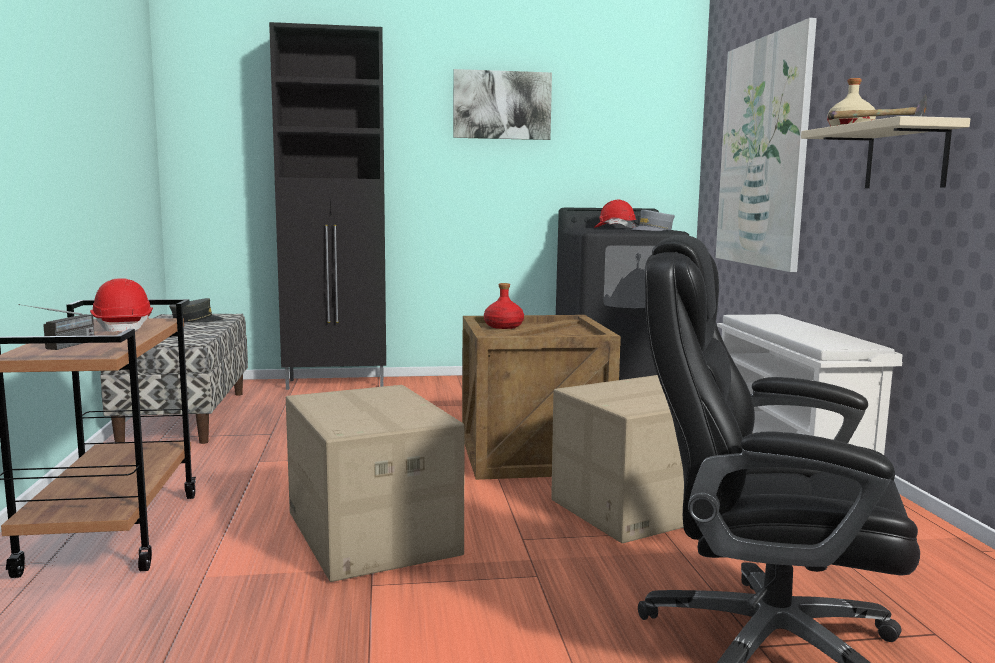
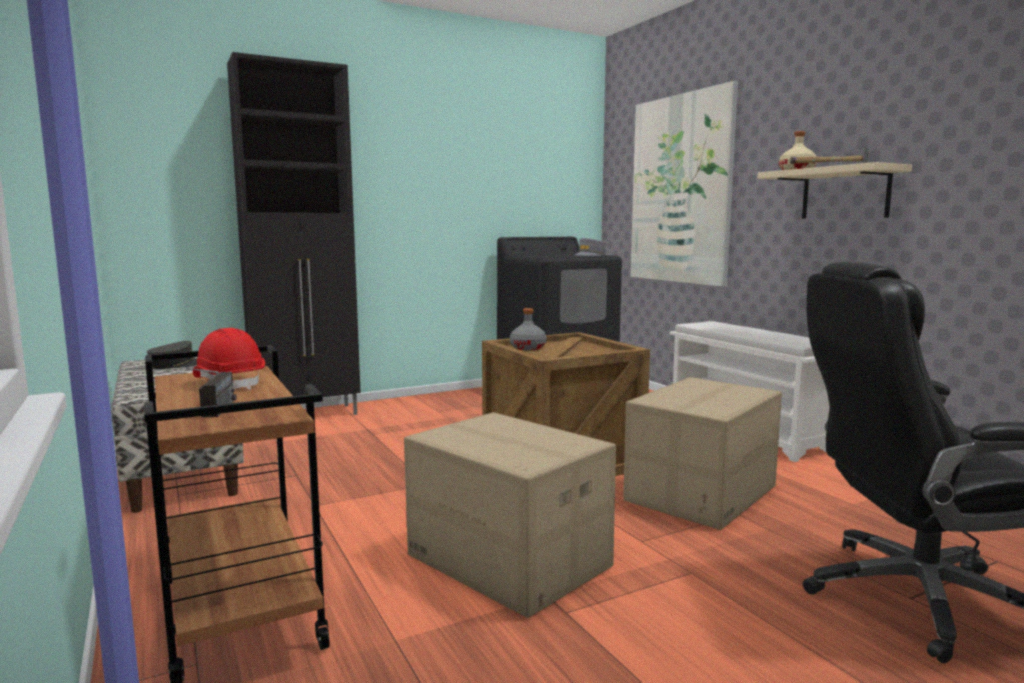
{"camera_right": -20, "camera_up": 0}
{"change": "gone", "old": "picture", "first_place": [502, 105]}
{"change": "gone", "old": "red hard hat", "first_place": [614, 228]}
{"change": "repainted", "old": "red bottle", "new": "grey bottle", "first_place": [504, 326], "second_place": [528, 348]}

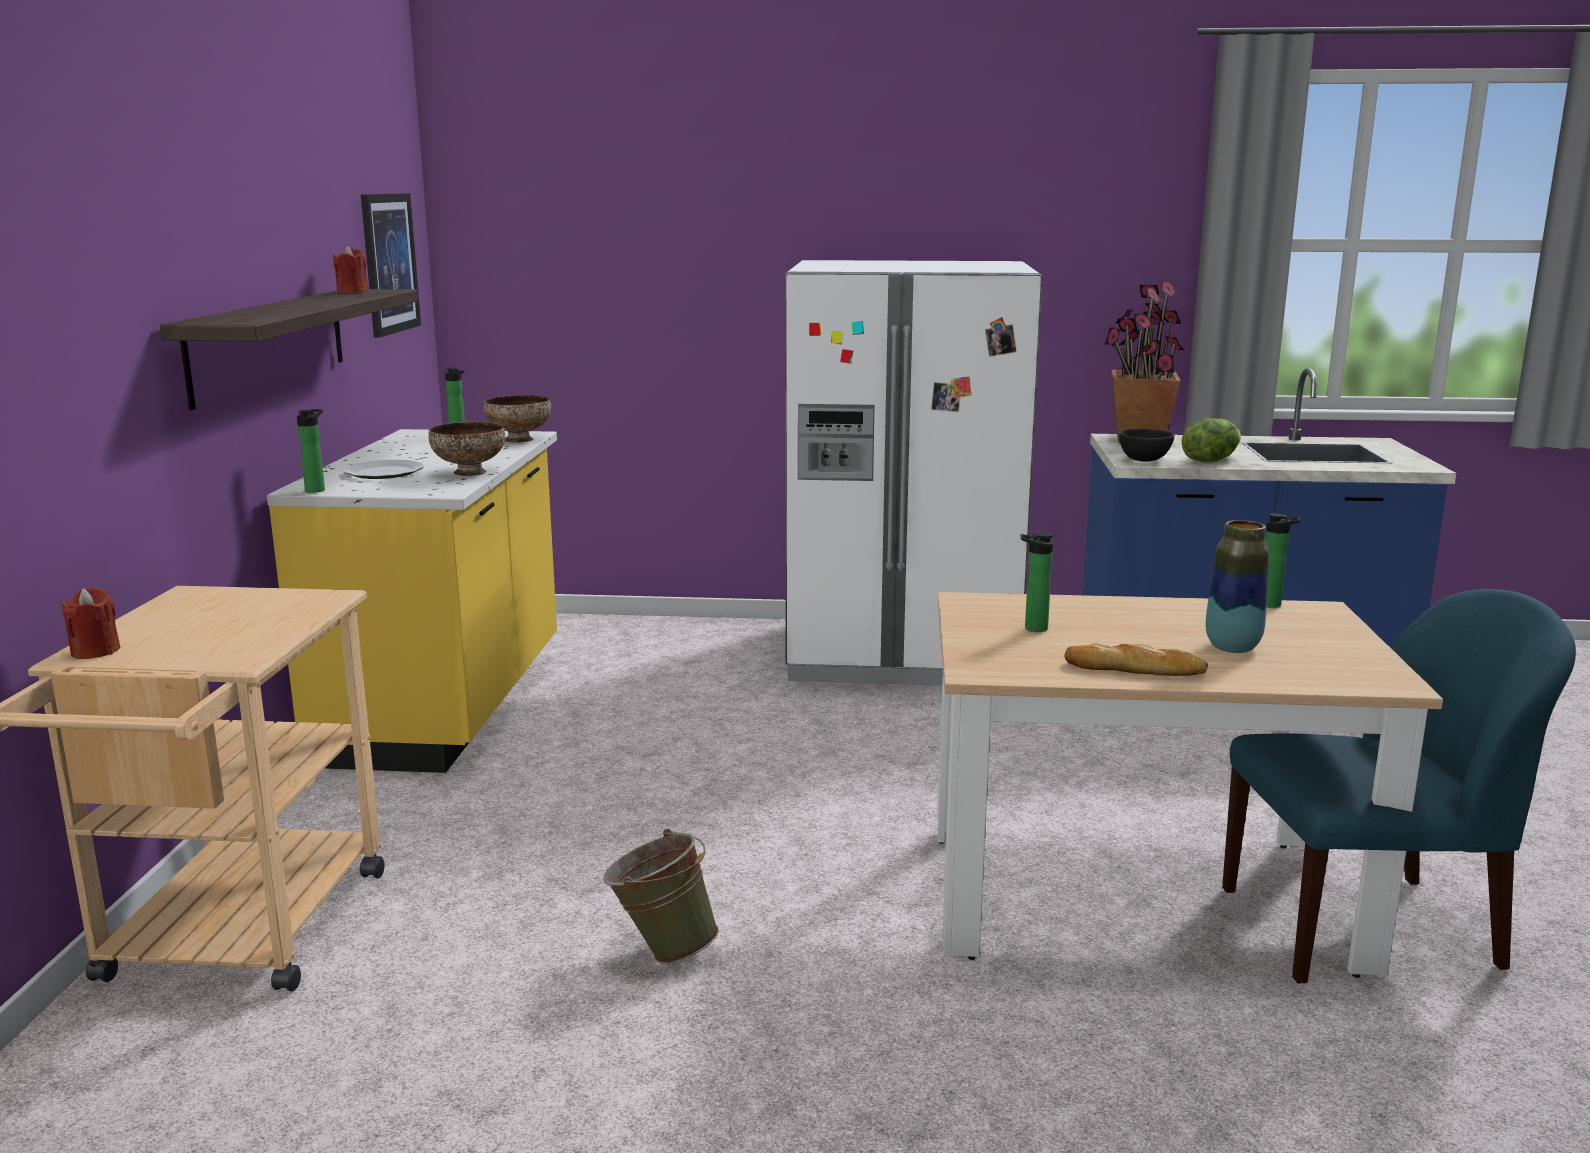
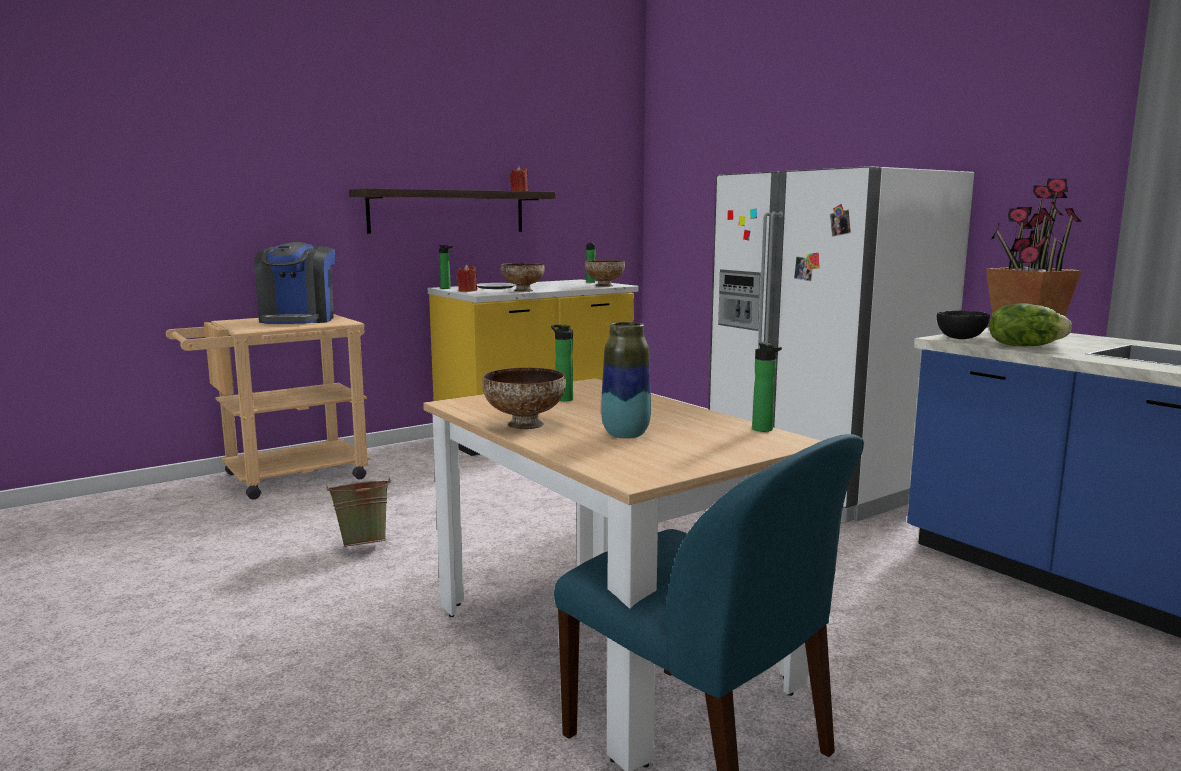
{"camera_right": 50, "camera_up": -5}
{"change": "gone", "old": "picture", "first_place": [389, 263]}
{"change": "shifted", "old": "red candle", "first_place": [95, 651], "second_place": [467, 291]}
{"change": "swapped", "old": "bread", "new": "bowl", "first_place": [1135, 669], "second_place": [524, 424]}
{"change": "new", "new": "coffee machine", "second_place": [299, 320]}

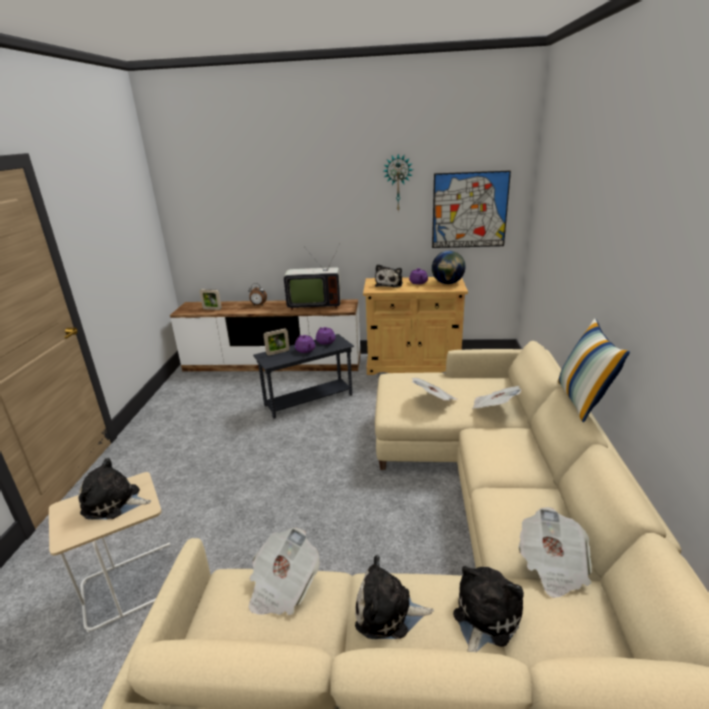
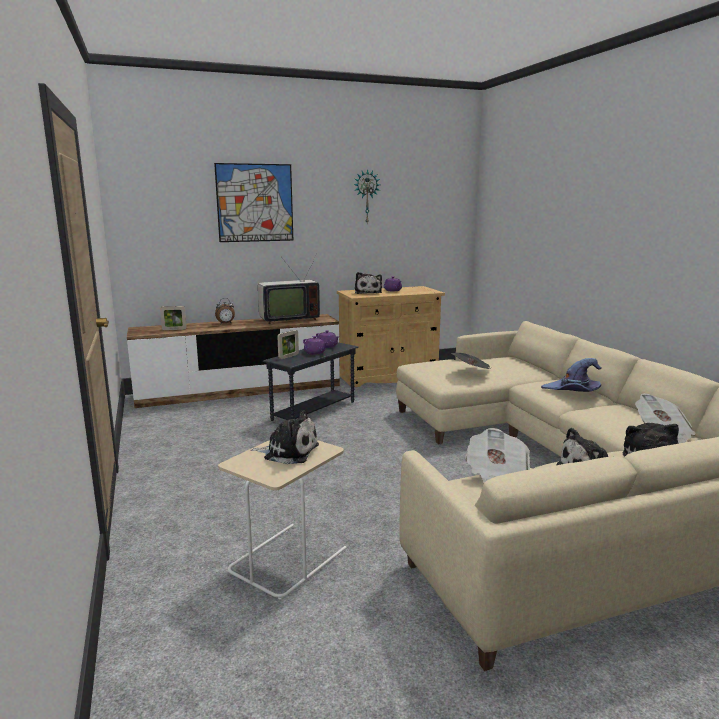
{"camera_right": -25, "camera_up": -10}
{"change": "shifted", "old": "picture", "first_place": [469, 210], "second_place": [255, 203]}
{"change": "gone", "old": "globe", "first_place": [447, 283]}
{"change": "gone", "old": "pillow", "first_place": [582, 401]}
{"change": "gone", "old": "newspaper", "first_place": [493, 408]}
{"change": "rotated", "old": "plush toy", "first_place": [114, 503], "second_place": [288, 452], "degrees": -150}
{"change": "new", "new": "purple hat", "second_place": [572, 392]}

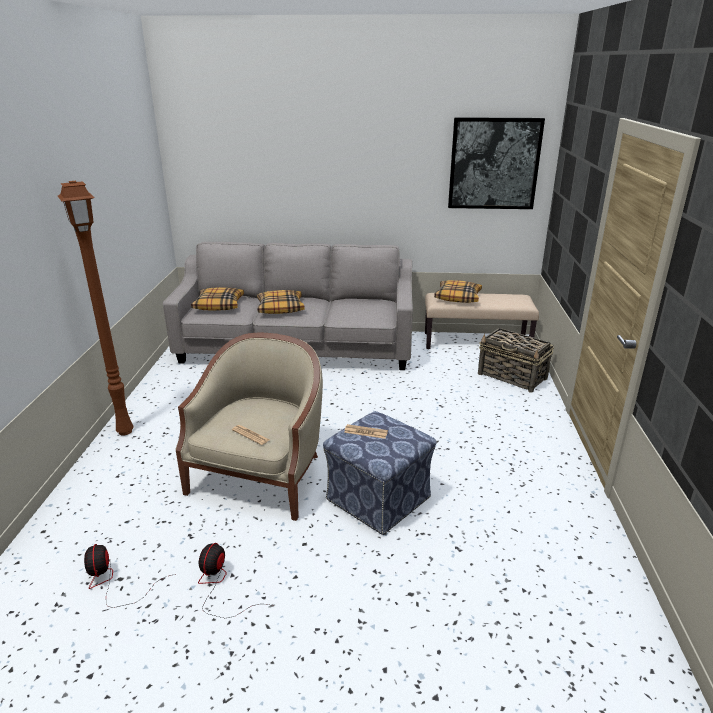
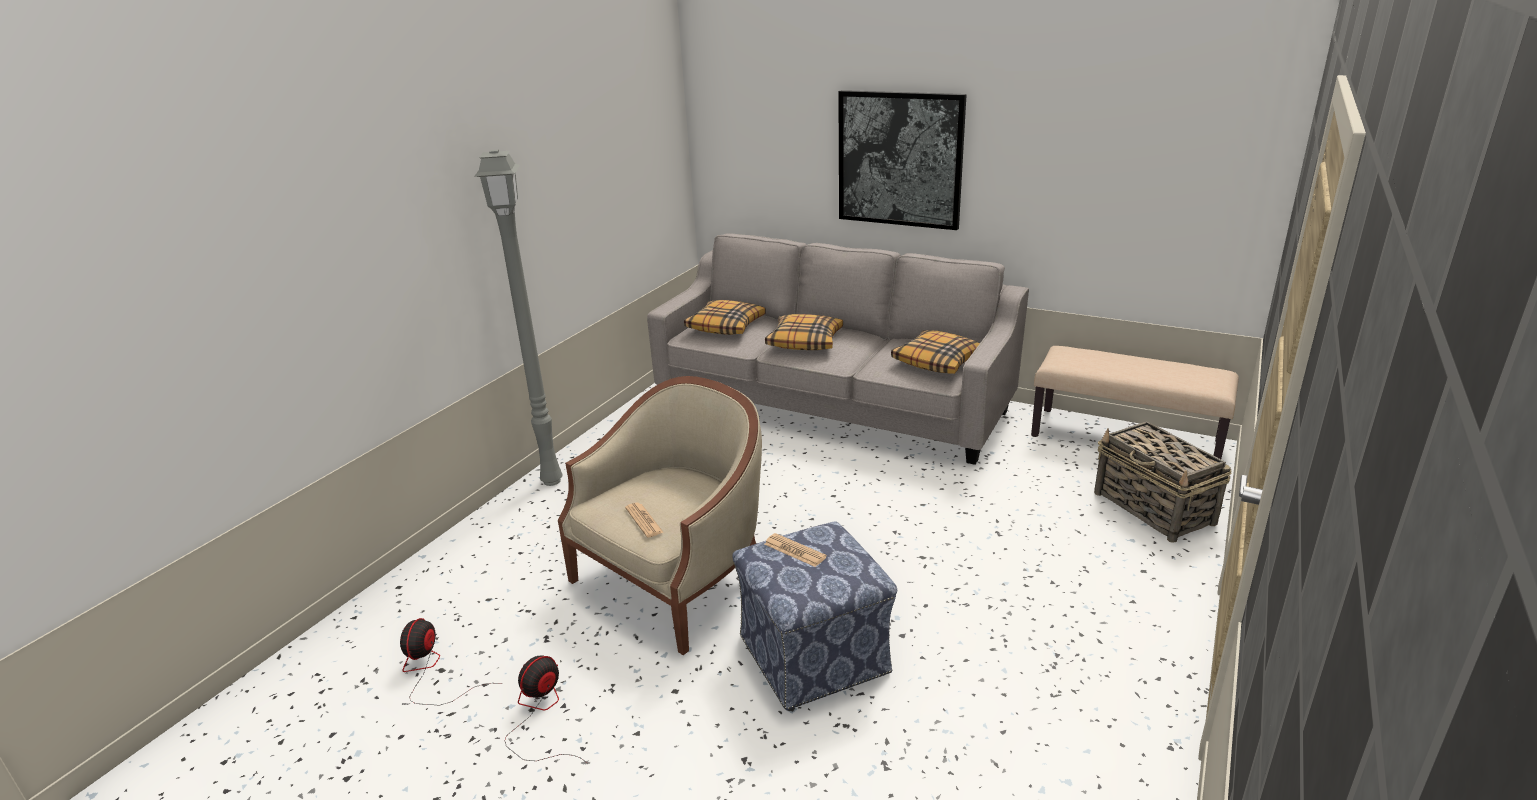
{"camera_right": 25, "camera_up": 0}
{"change": "shifted", "old": "picture", "first_place": [494, 164], "second_place": [900, 159]}
{"change": "repainted", "old": "brown floor lamp", "new": "grey floor lamp", "first_place": [126, 431], "second_place": [553, 480]}
{"change": "shifted", "old": "pillow", "first_place": [458, 297], "second_place": [938, 361]}

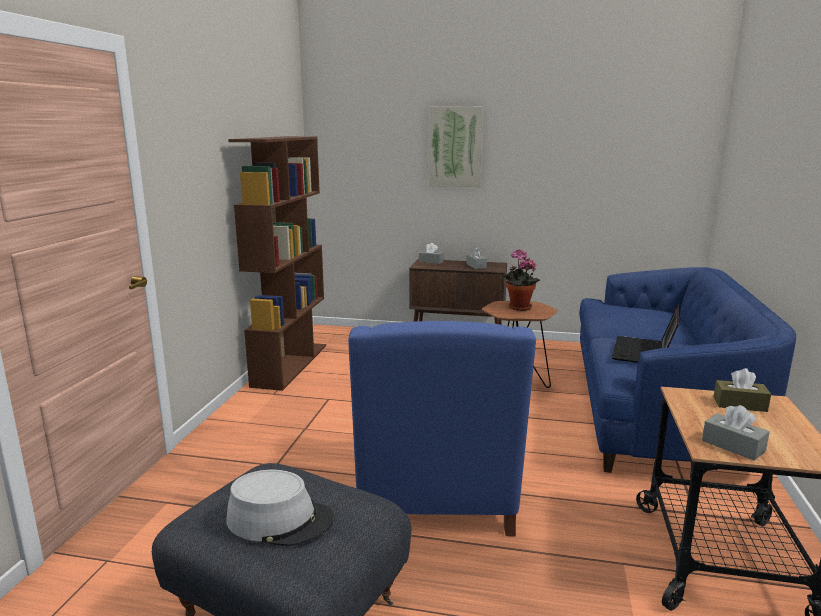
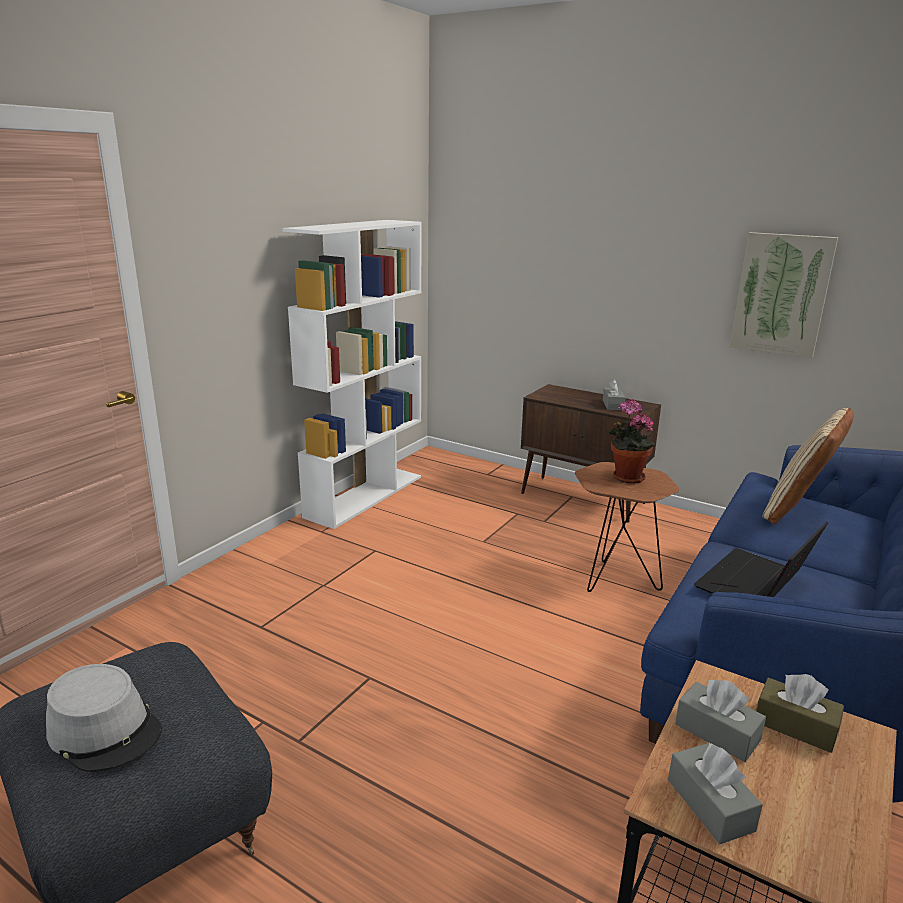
{"camera_right": 20, "camera_up": 5}
{"change": "shifted", "old": "picture", "first_place": [455, 147], "second_place": [781, 294]}
{"change": "repainted", "old": "brown bookcase", "new": "white bookcase", "first_place": [290, 364], "second_place": [365, 496]}
{"change": "shifted", "old": "grey tissue box", "first_place": [431, 261], "second_place": [717, 732]}
{"change": "gone", "old": "blue armchair", "first_place": [435, 497]}
{"change": "new", "new": "beige pillow", "second_place": [798, 510]}

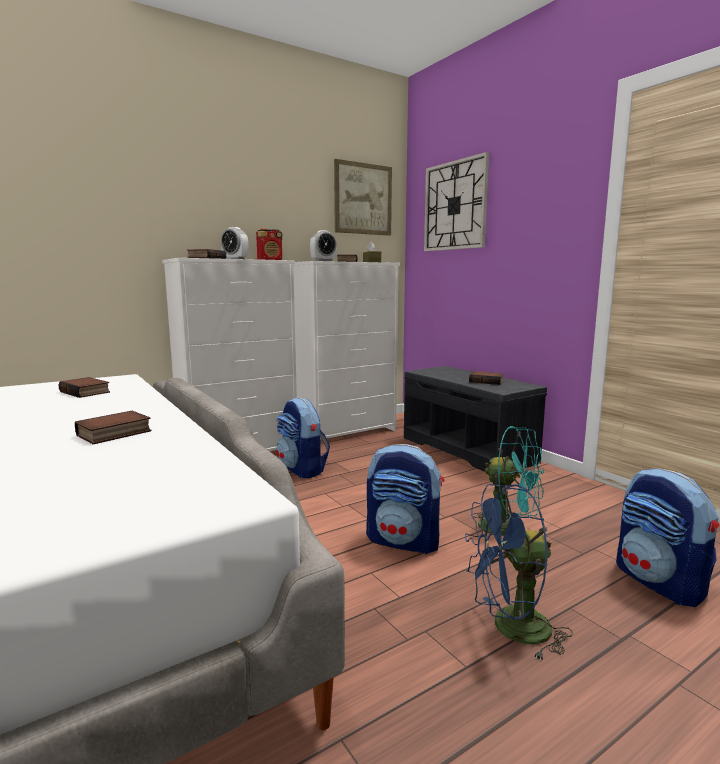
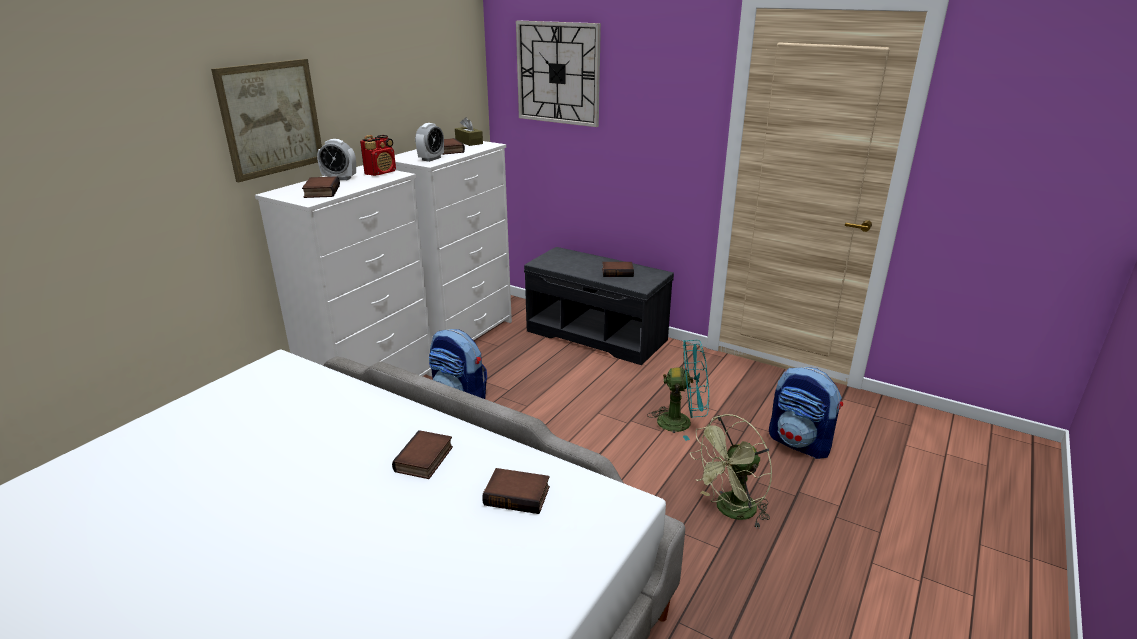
{"camera_right": -25, "camera_up": 15}
{"change": "shifted", "old": "picture", "first_place": [363, 199], "second_place": [271, 118]}
{"change": "shifted", "old": "book", "first_place": [86, 392], "second_place": [518, 495]}
{"change": "gone", "old": "backpack", "first_place": [404, 541]}
{"change": "repainted", "old": "blue fan", "new": "green fan", "first_place": [510, 629], "second_place": [730, 511]}

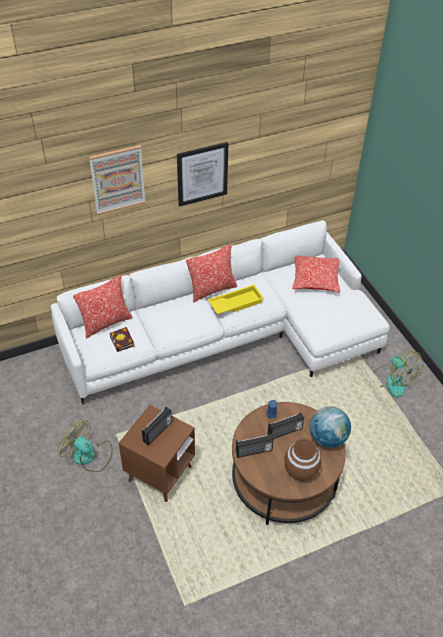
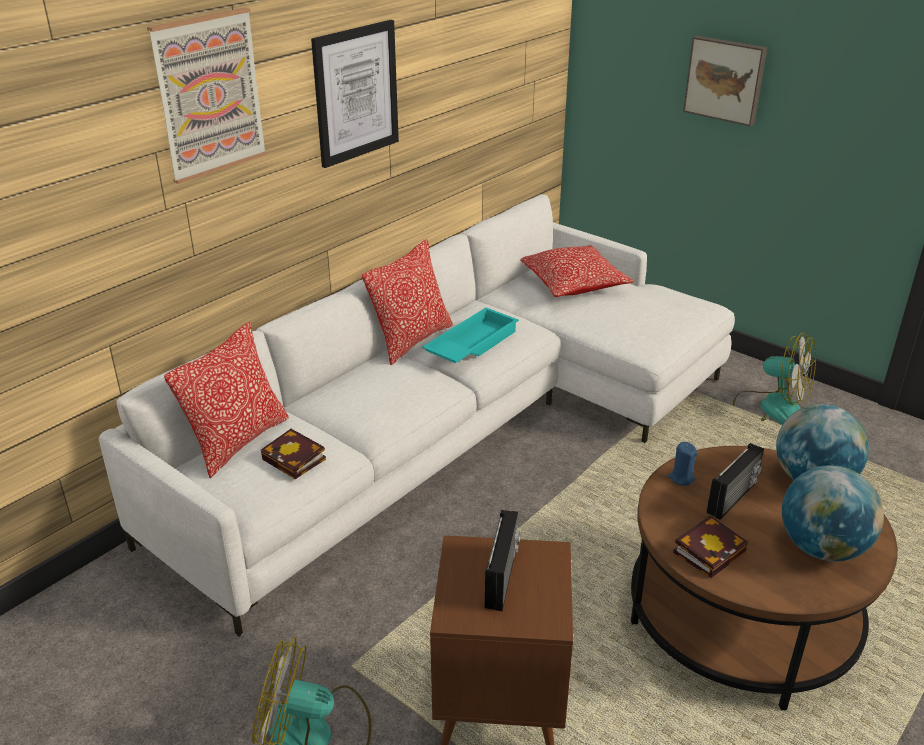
{"camera_right": -25, "camera_up": -15}
{"change": "repainted", "old": "yellow tray", "new": "turquoise tray", "first_place": [235, 303], "second_place": [470, 344]}
{"change": "swapped", "old": "radio", "new": "book", "first_place": [254, 452], "second_place": [710, 550]}
{"change": "swapped", "old": "brown vase", "new": "globe", "first_place": [300, 470], "second_place": [822, 548]}
{"change": "new", "new": "picture", "second_place": [725, 79]}

